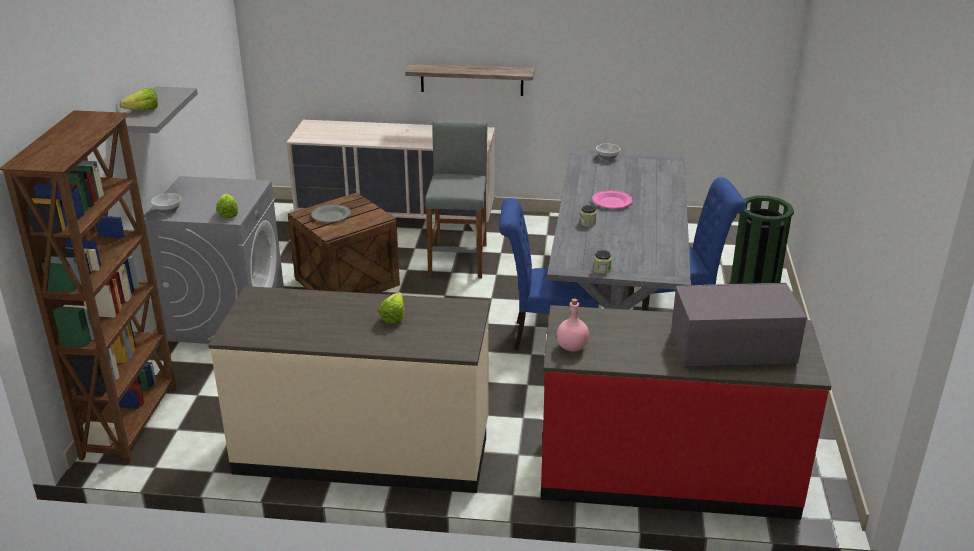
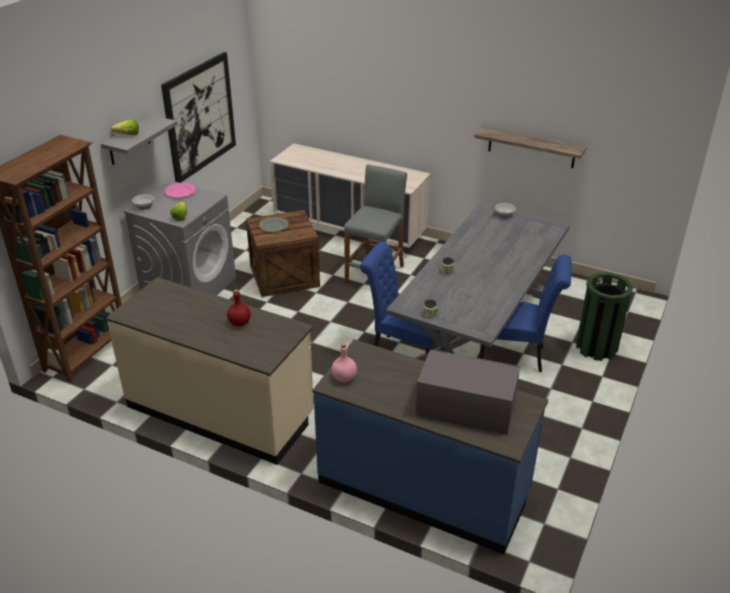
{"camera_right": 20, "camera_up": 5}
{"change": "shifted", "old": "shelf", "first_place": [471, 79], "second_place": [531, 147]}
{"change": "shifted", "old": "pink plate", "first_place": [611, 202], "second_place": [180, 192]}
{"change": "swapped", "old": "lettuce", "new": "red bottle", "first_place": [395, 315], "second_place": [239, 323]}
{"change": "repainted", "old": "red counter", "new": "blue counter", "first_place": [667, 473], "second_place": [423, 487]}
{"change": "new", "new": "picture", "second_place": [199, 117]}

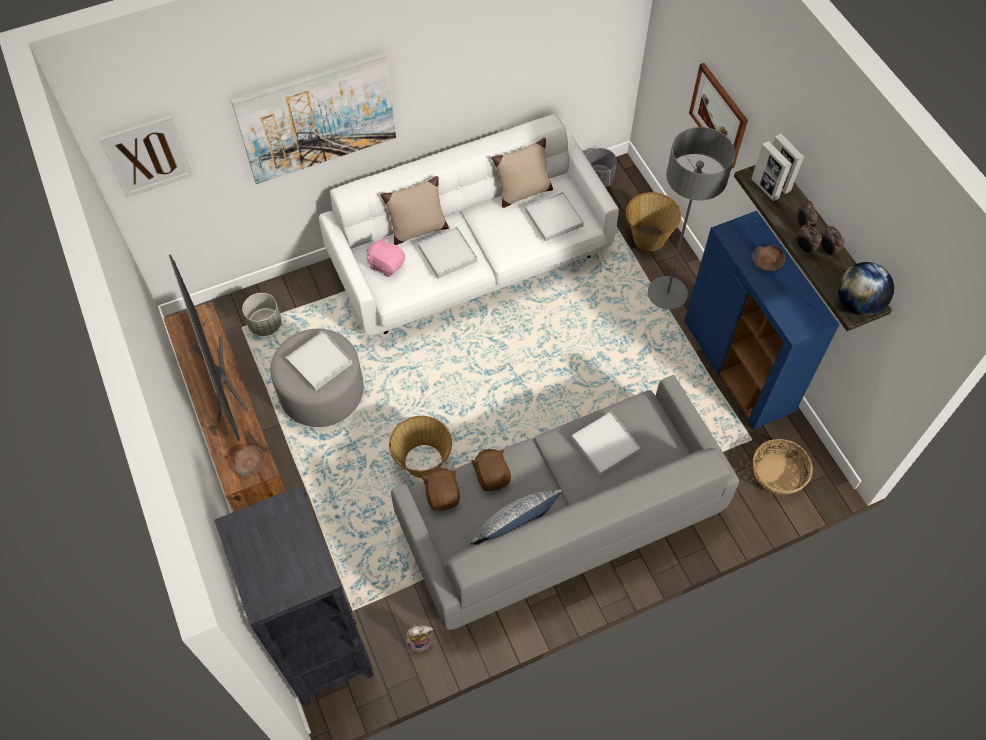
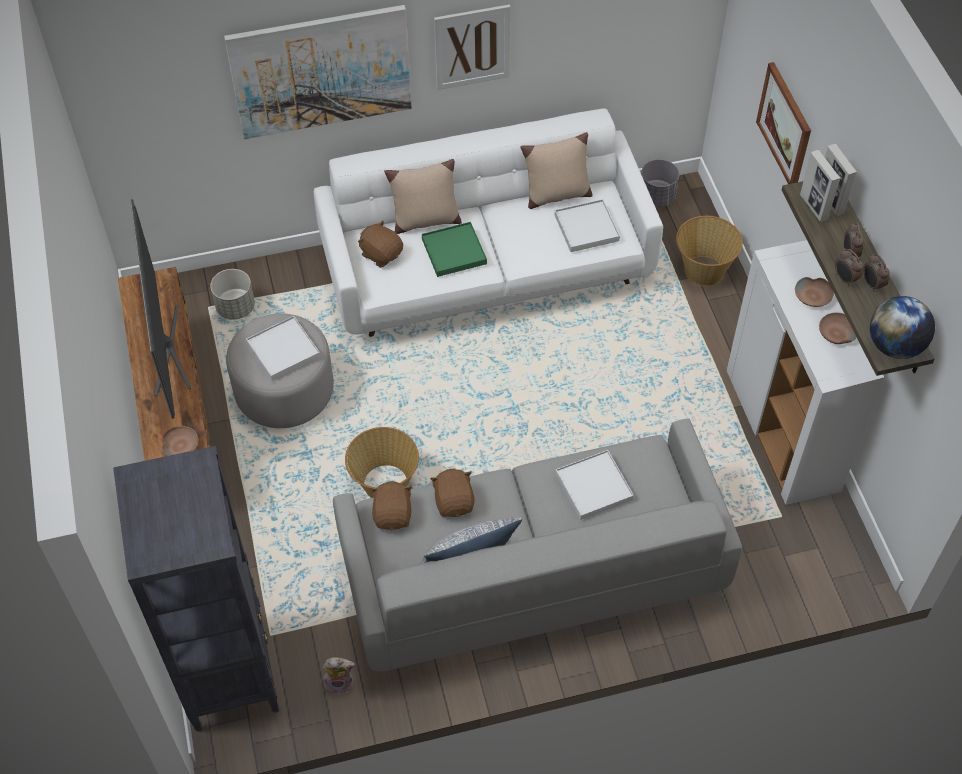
{"camera_right": 10, "camera_up": -5}
{"change": "shifted", "old": "picture", "first_place": [147, 156], "second_place": [472, 47]}
{"change": "gone", "old": "grey floor lamp", "first_place": [667, 294]}
{"change": "repainted", "old": "blue cabinet", "new": "white cabinet", "first_place": [738, 367], "second_place": [782, 432]}
{"change": "repainted", "old": "white tray", "new": "green tray", "first_place": [447, 254], "second_place": [453, 251]}
{"change": "repainted", "old": "pink plush toy", "new": "brown plush toy", "first_place": [386, 264], "second_place": [381, 254]}
{"change": "gone", "old": "basket", "first_place": [777, 473]}
{"change": "new", "new": "brown bowl", "second_place": [836, 333]}

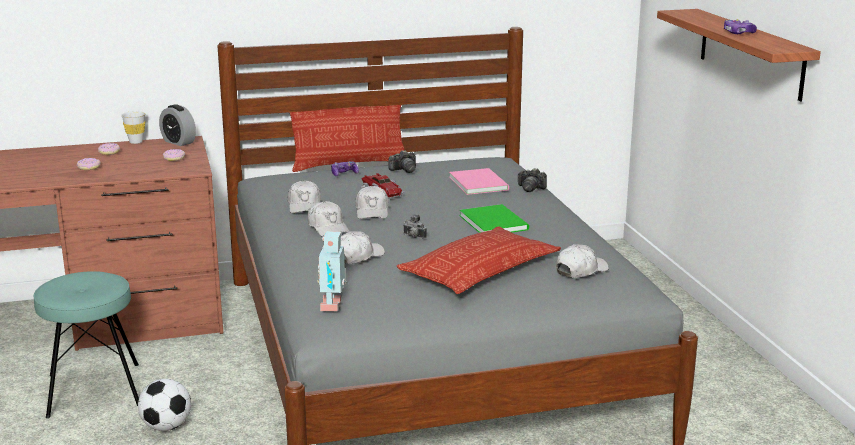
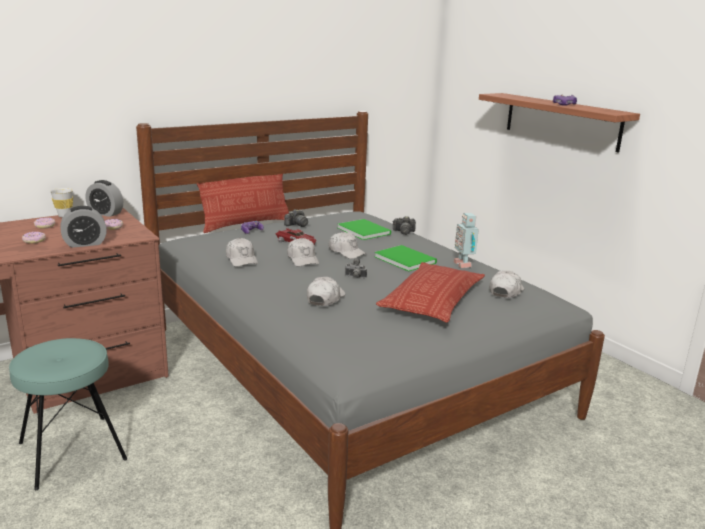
{"camera_right": -20, "camera_up": 0}
{"change": "repainted", "old": "pink book", "new": "green book", "first_place": [479, 183], "second_place": [364, 230]}
{"change": "shifted", "old": "white cap", "first_place": [328, 227], "second_place": [346, 252]}
{"change": "shifted", "old": "toy robot", "first_place": [333, 306], "second_place": [463, 264]}
{"change": "gone", "old": "football", "first_place": [167, 427]}
{"change": "new", "new": "alarm clock", "second_place": [85, 243]}

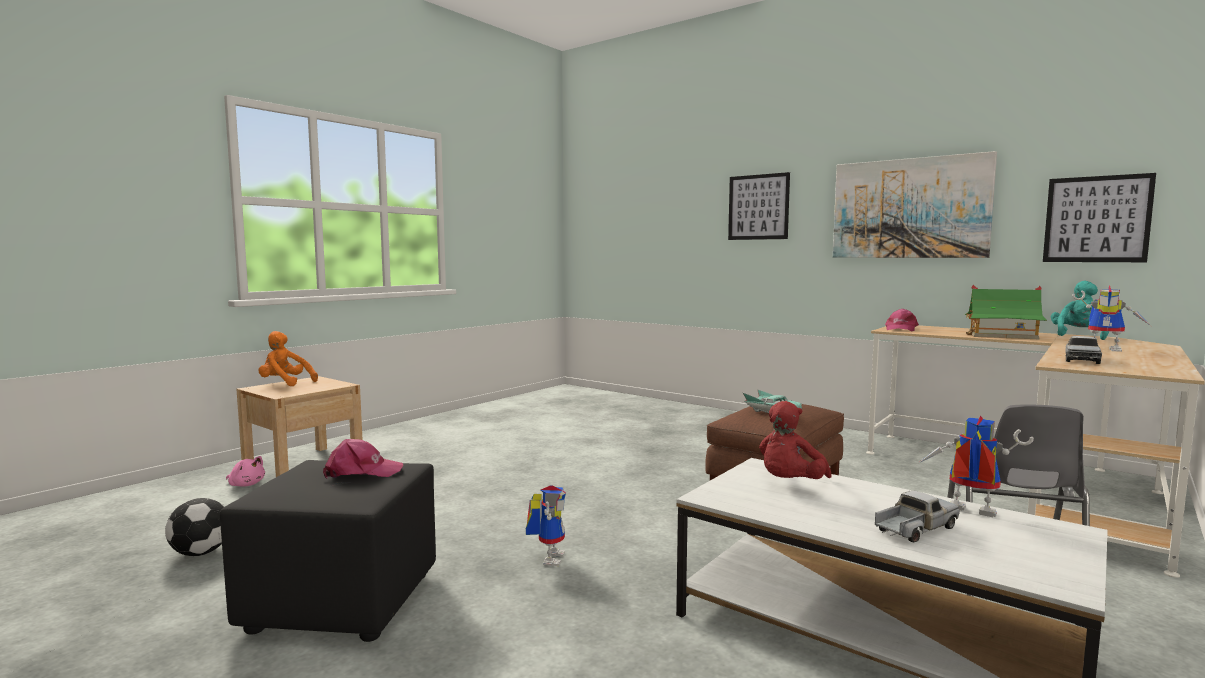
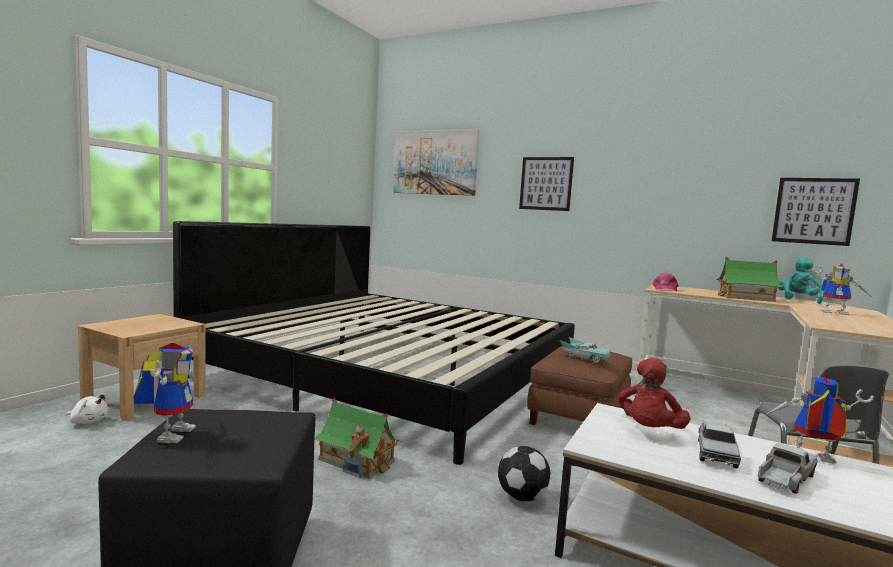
{"camera_right": -10, "camera_up": 0}
{"change": "shifted", "old": "picture", "first_place": [909, 208], "second_place": [435, 162]}
{"change": "gone", "old": "orange plush toy", "first_place": [285, 383]}
{"change": "shifted", "old": "toy truck", "first_place": [1081, 359], "second_place": [715, 452]}
{"change": "gone", "old": "pink cap", "first_place": [362, 472]}
{"change": "repainted", "old": "pink plush toy", "new": "white plush toy", "first_place": [246, 484], "second_place": [88, 421]}
{"change": "shifted", "old": "toy robot", "first_place": [549, 557], "second_place": [171, 433]}
{"change": "shifted", "old": "football", "first_place": [201, 552], "second_place": [521, 496]}
{"change": "new", "new": "bed", "second_place": [392, 373]}
{"change": "new", "new": "toy house", "second_place": [357, 460]}

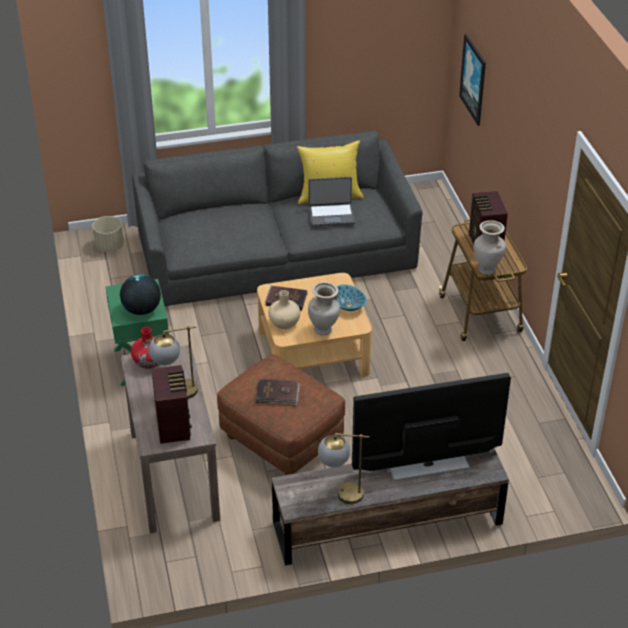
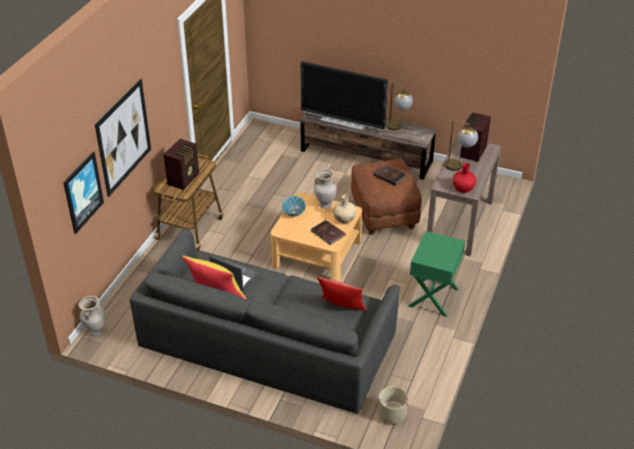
{"camera_right": -145, "camera_up": 0}
{"change": "shifted", "old": "beige vase", "first_place": [487, 269], "second_place": [96, 331]}
{"change": "gone", "old": "globe", "first_place": [141, 310]}
{"change": "new", "new": "picture", "second_place": [124, 137]}
{"change": "new", "new": "pillow", "second_place": [341, 309]}

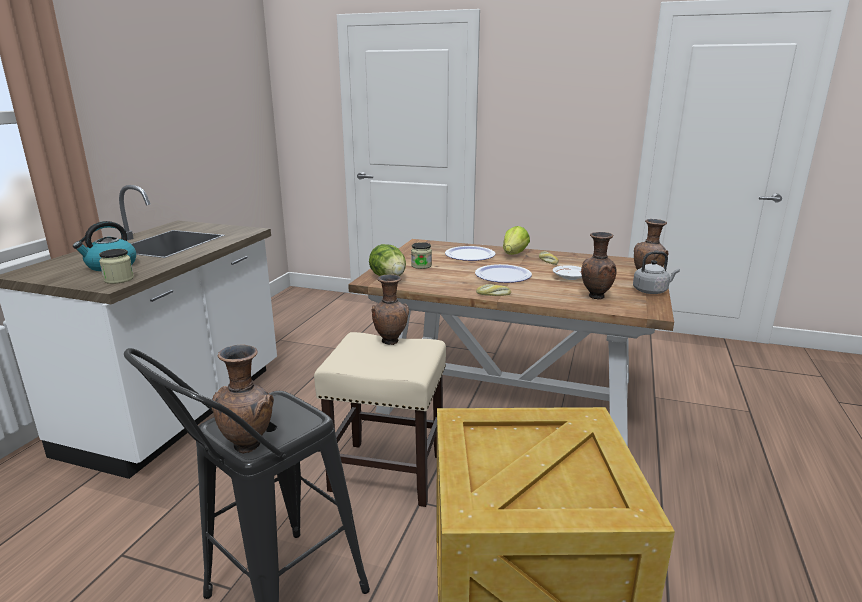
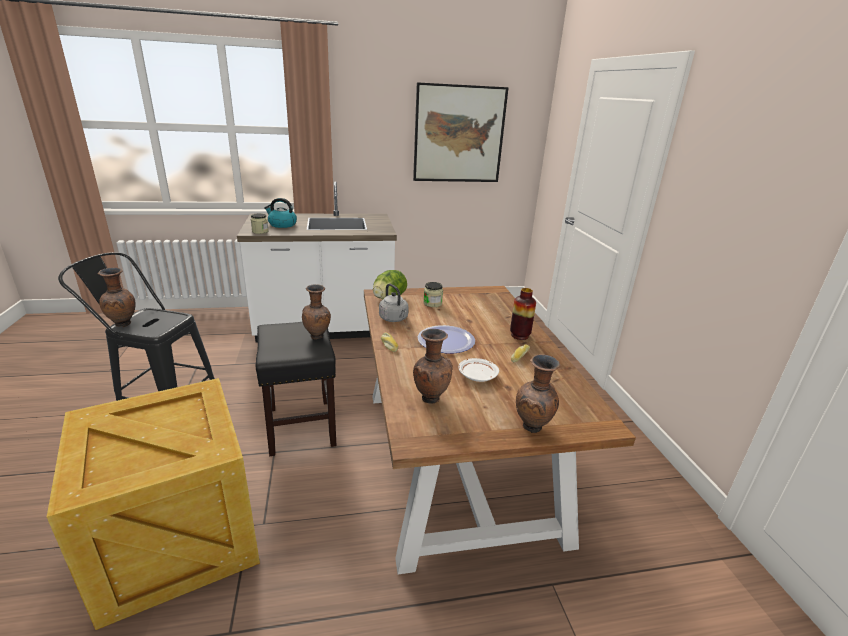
{"camera_right": 60, "camera_up": 5}
{"change": "swapped", "old": "lettuce", "new": "vase", "first_place": [514, 254], "second_place": [519, 335]}
{"change": "gone", "old": "plate", "first_place": [470, 255]}
{"change": "shifted", "old": "grey kettle", "first_place": [651, 291], "second_place": [394, 319]}
{"change": "repainted", "old": "beige stool", "new": "black stool", "first_place": [386, 472], "second_place": [301, 425]}
{"change": "new", "new": "picture", "second_place": [459, 134]}

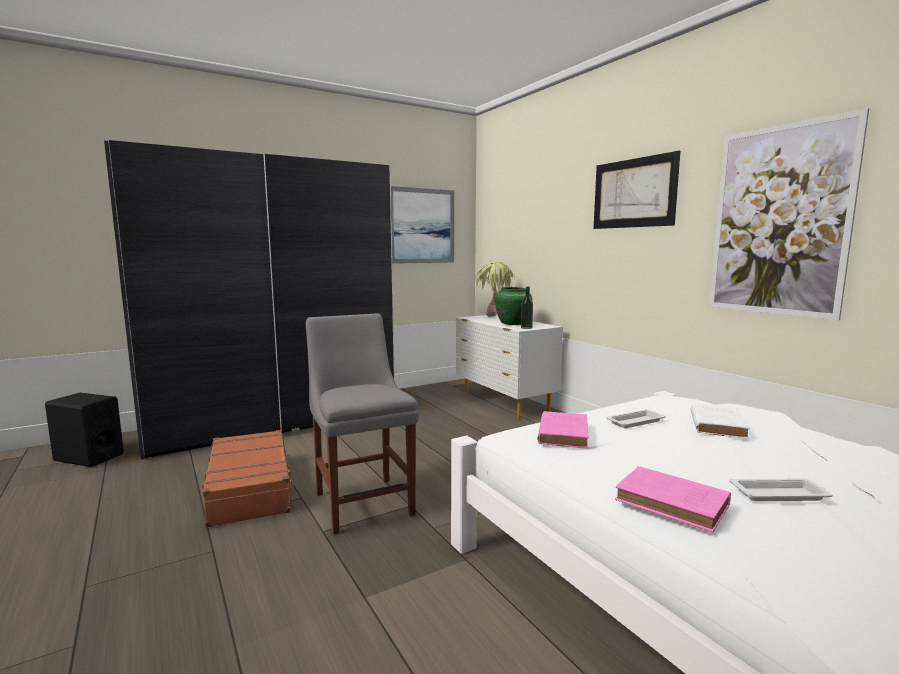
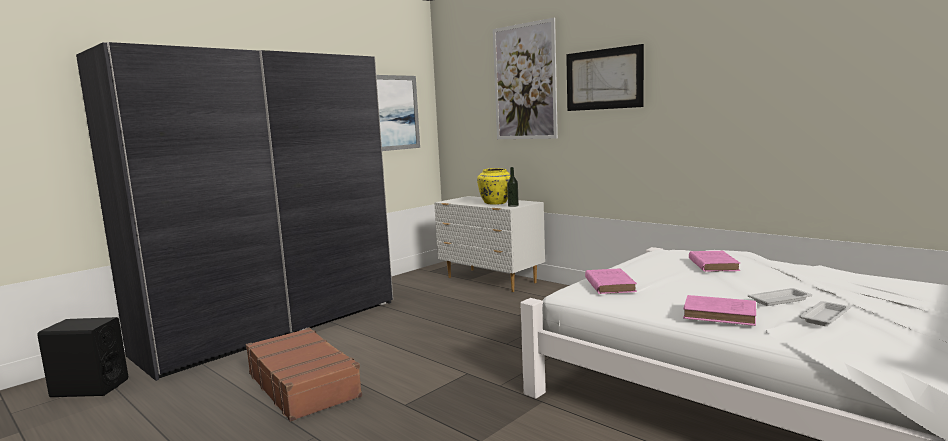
{"camera_right": -15, "camera_up": 0}
{"change": "shifted", "old": "picture", "first_place": [778, 221], "second_place": [524, 82]}
{"change": "gone", "old": "potted plant", "first_place": [493, 318]}
{"change": "repainted", "old": "green vase", "new": "yellow vase", "first_place": [512, 323], "second_place": [495, 203]}
{"change": "gone", "old": "grey chair", "first_place": [363, 501]}
{"change": "repainted", "old": "white book", "new": "pink book", "first_place": [717, 424], "second_place": [712, 264]}
{"change": "shifted", "old": "white tray", "first_place": [636, 422], "second_place": [825, 317]}

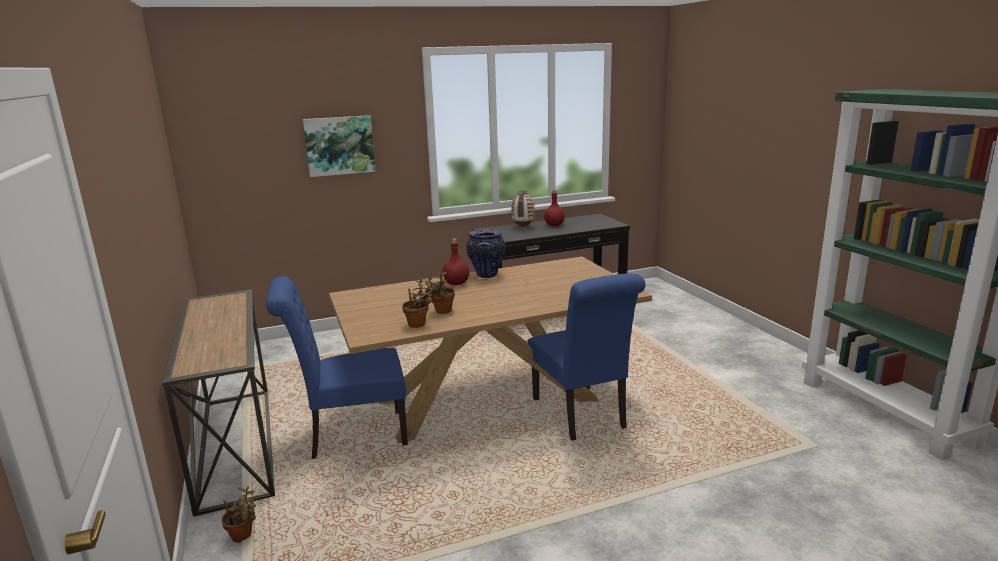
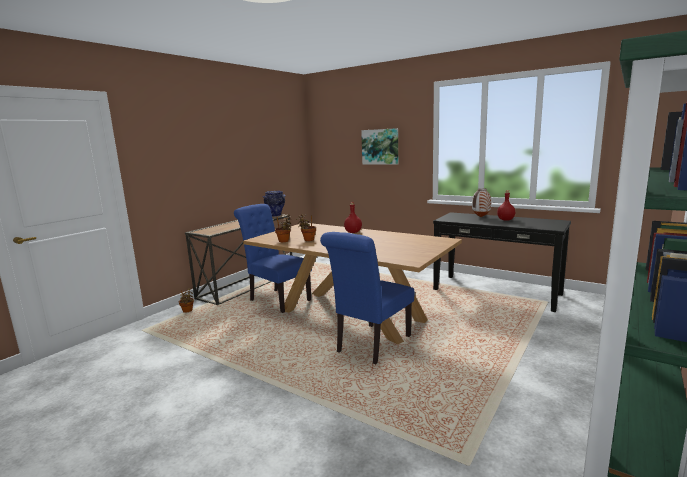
{"camera_right": 55, "camera_up": -5}
{"change": "shifted", "old": "vase", "first_place": [486, 275], "second_place": [275, 215]}

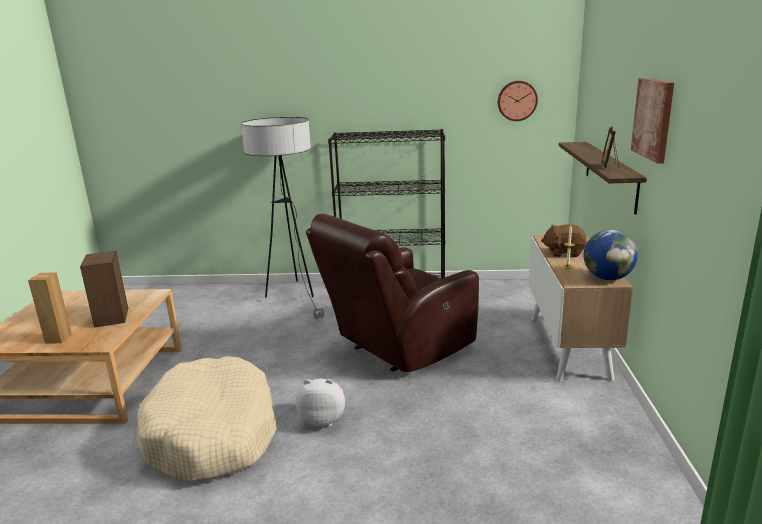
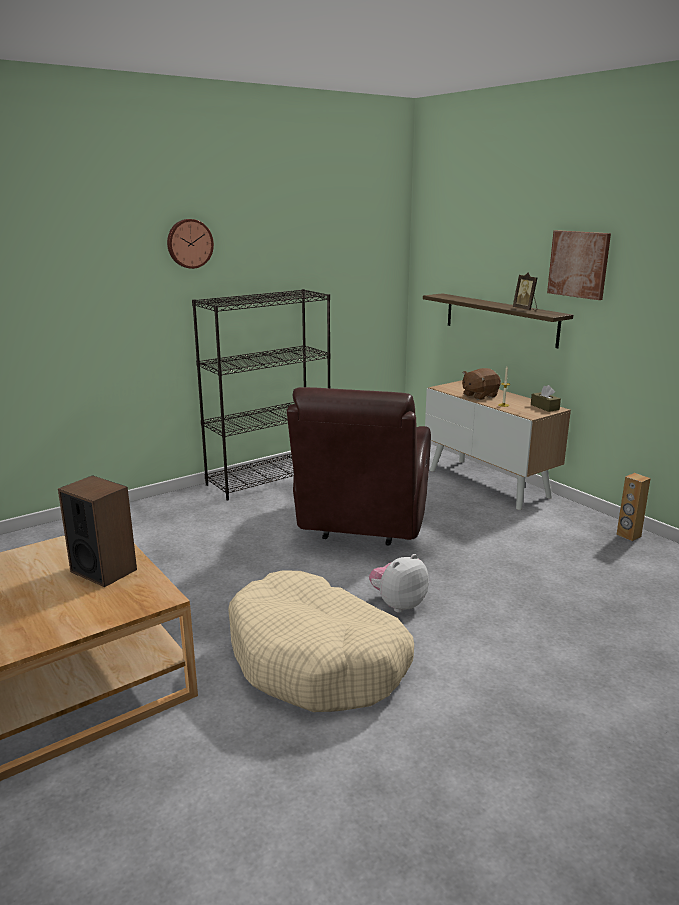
{"camera_right": -40, "camera_up": 0}
{"change": "shifted", "old": "wall clock", "first_place": [517, 100], "second_place": [189, 243]}
{"change": "gone", "old": "floor lamp", "first_place": [293, 296]}
{"change": "swapped", "old": "globe", "new": "brown tissue box", "first_place": [607, 278], "second_place": [544, 407]}
{"change": "shifted", "old": "brown speaker", "first_place": [58, 338], "second_place": [628, 535]}

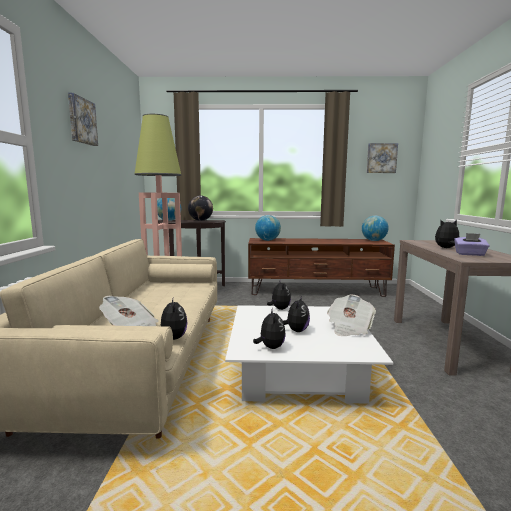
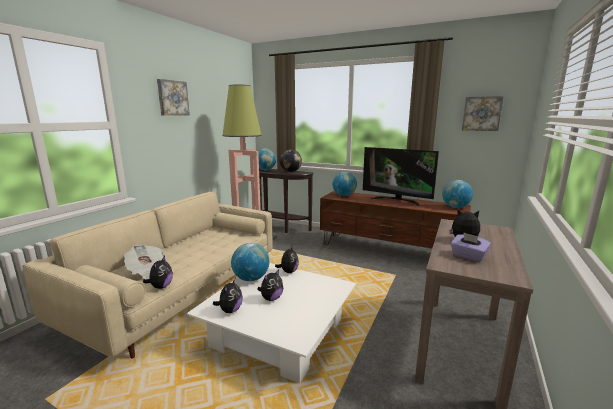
{"camera_right": 25, "camera_up": 5}
{"change": "gone", "old": "newspaper", "first_place": [349, 328]}
{"change": "new", "new": "television", "second_place": [396, 200]}
{"change": "new", "new": "globe", "second_place": [251, 278]}

